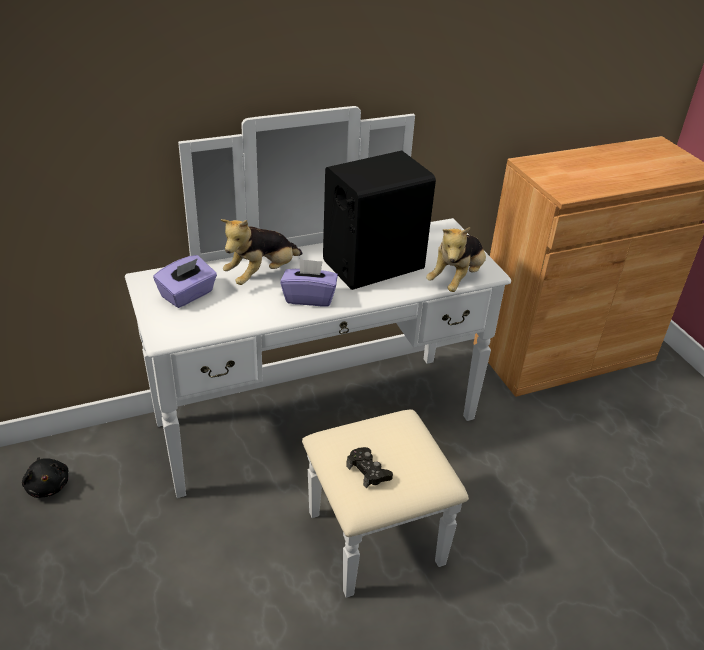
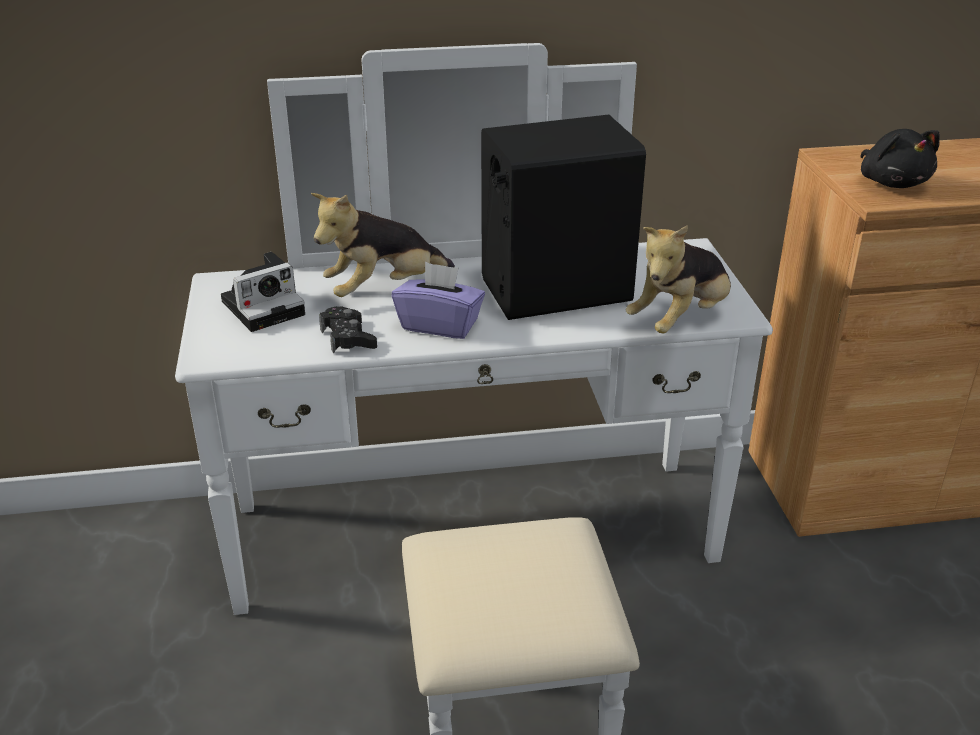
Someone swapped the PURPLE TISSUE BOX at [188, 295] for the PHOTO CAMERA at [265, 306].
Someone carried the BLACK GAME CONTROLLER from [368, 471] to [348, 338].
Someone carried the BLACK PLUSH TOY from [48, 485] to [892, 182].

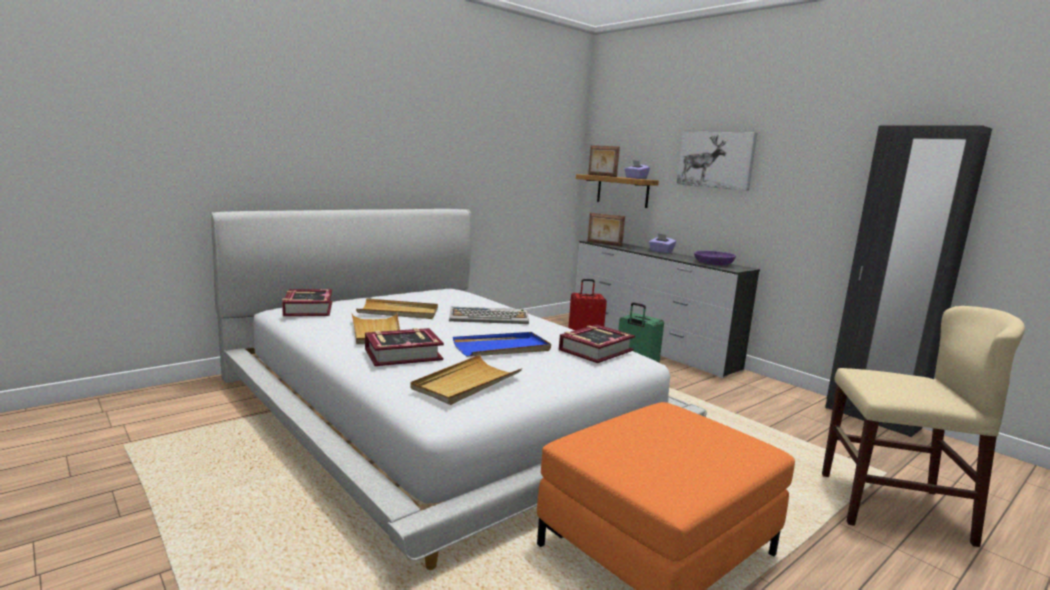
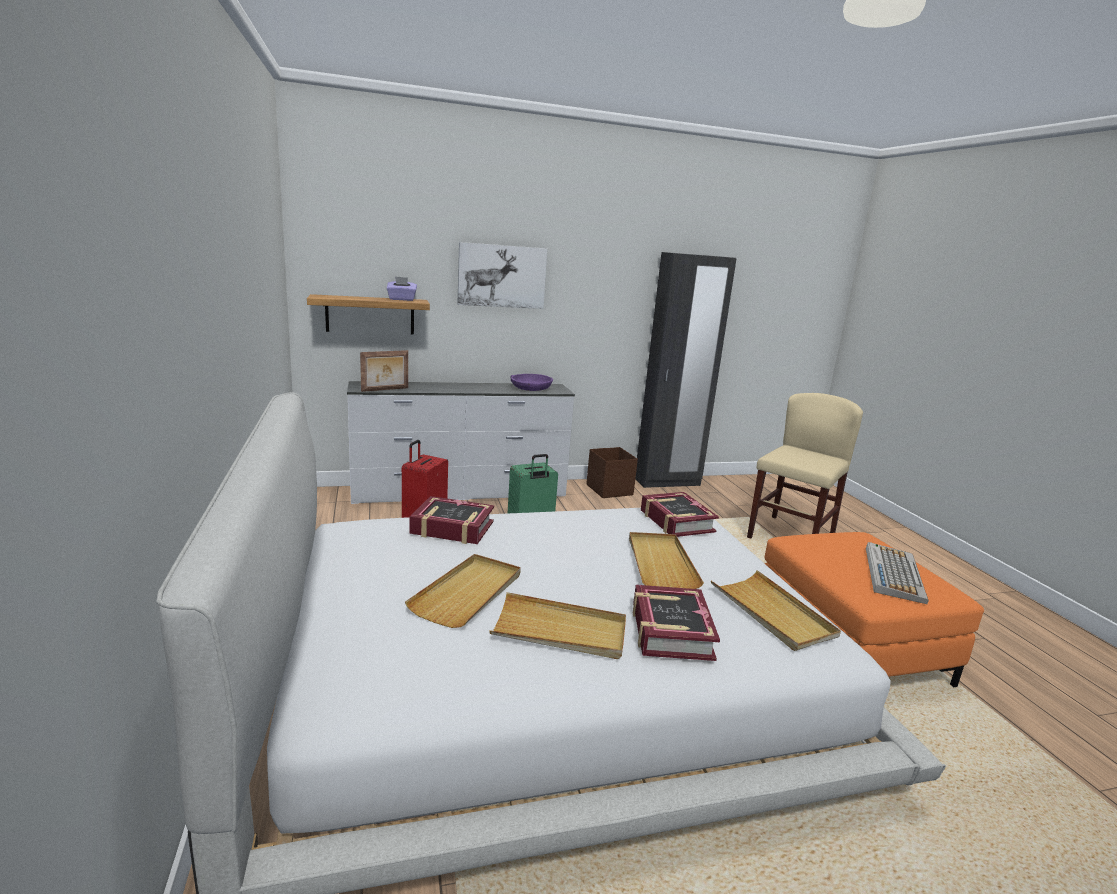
Someone carried the BOOK from [308, 309] to [452, 528].
Someone put down the BROWN STORAGE BOX at [609, 489].
Someone repainted the BLUE TRAY at [502, 348], which became the BEIGE TRAY at [660, 563].
Someone carried the KEYBOARD from [489, 317] to [893, 573].
Someone took away the PICTURE FRAME at [601, 175].
Someone took away the PURPLE TISSUE BOX at [661, 251].

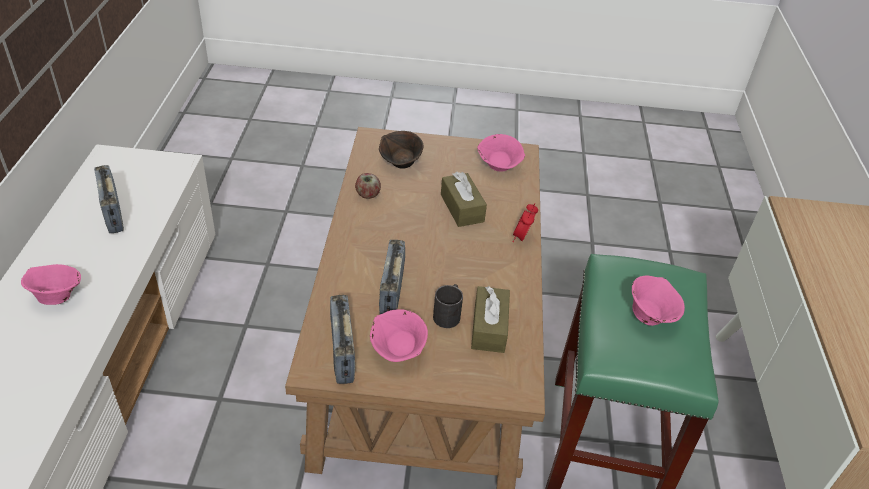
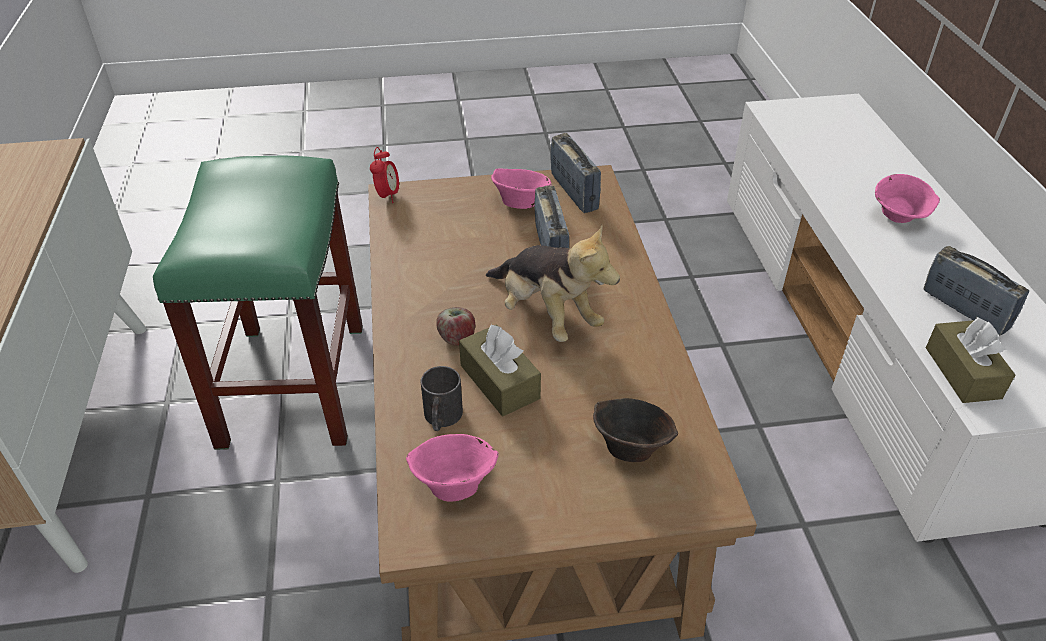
Someone carried the ALARM CLOCK from [522, 238] to [387, 196].
Someone carried the BLACK MUG from [448, 313] to [441, 418].
Someone carried the APPLE from [367, 195] to [457, 338].
Someone put down the PLUSH TOY at [546, 315].
Someone carried the BROWN TISSUE BOX from [489, 328] to [962, 373].
Someone took away the PINK BOWL at [650, 316].

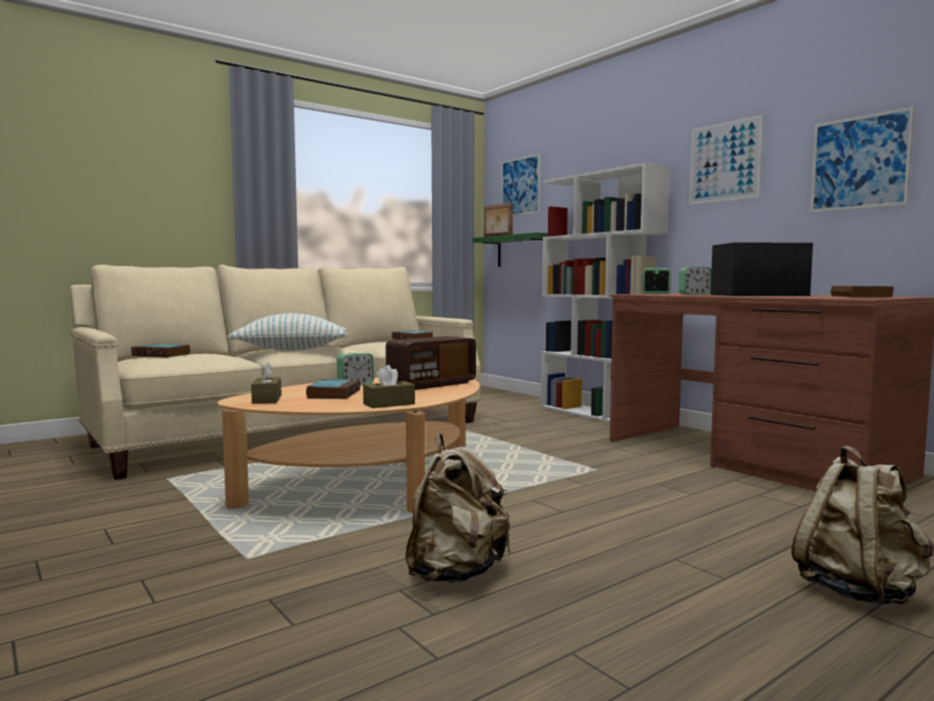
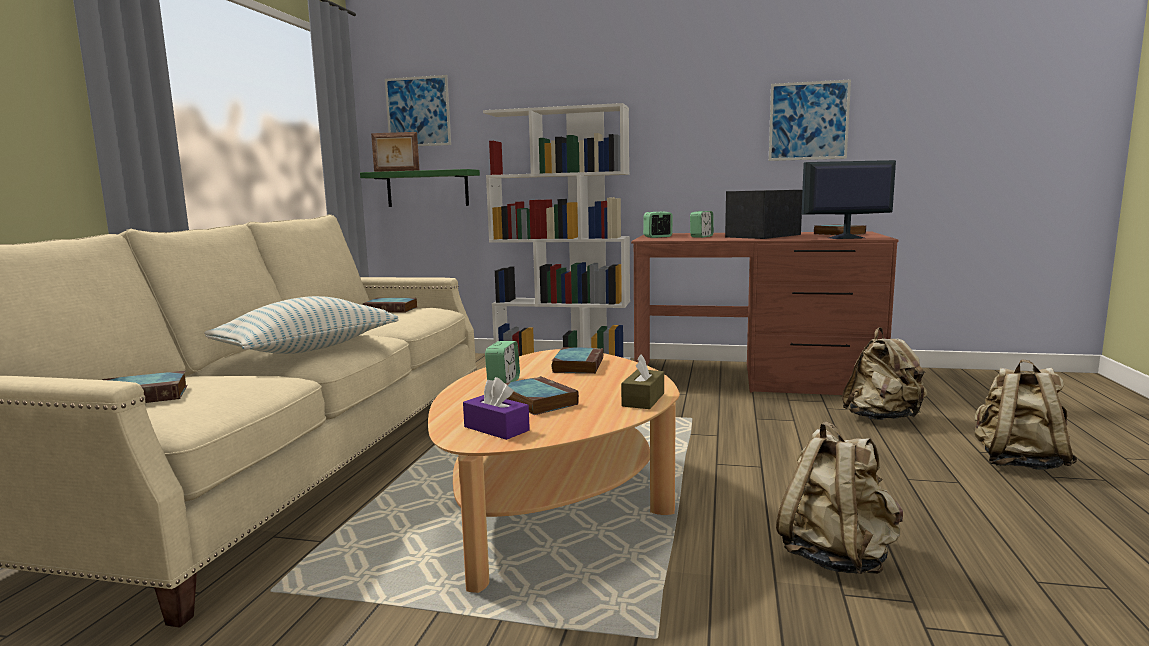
Someone repainted the BROWN TISSUE BOX at [267, 399], which became the PURPLE TISSUE BOX at [496, 428].
Someone swapped the RADIO at [431, 384] for the BOOK at [578, 365].
Someone put down the MONITOR at [845, 238].
Someone put down the BEIGE BACKPACK at [882, 418].
Someone took away the PICTURE at [724, 162].

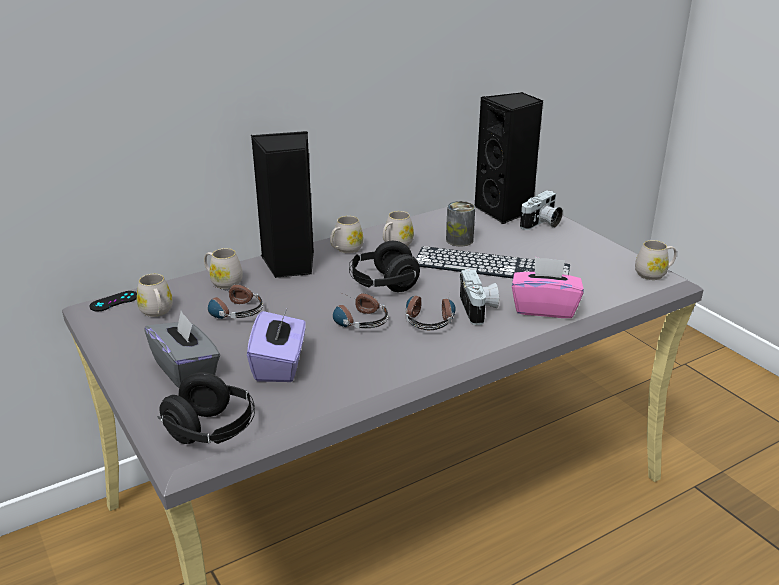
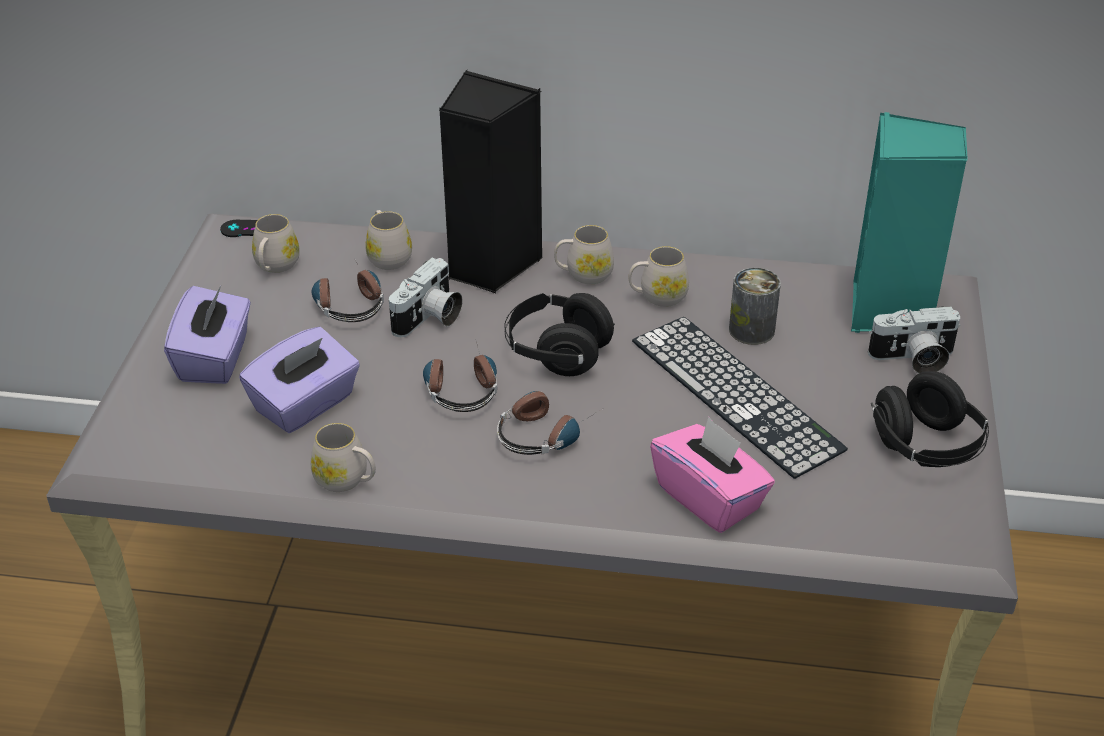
Someone repainted the GREY TISSUE BOX at [186, 369], which became the PURPLE TISSUE BOX at [215, 359].
Someone carried the WHITE MUG from [654, 274] to [346, 480].
Someone carried the PHOTO CAMERA from [479, 309] to [429, 319].
Someone repainted the BLACK SPEAKER at [505, 211], which became the TURQUOISE SPEAKER at [890, 312].
Someone carried the BLACK HEADPHONES from [212, 431] to [925, 447].

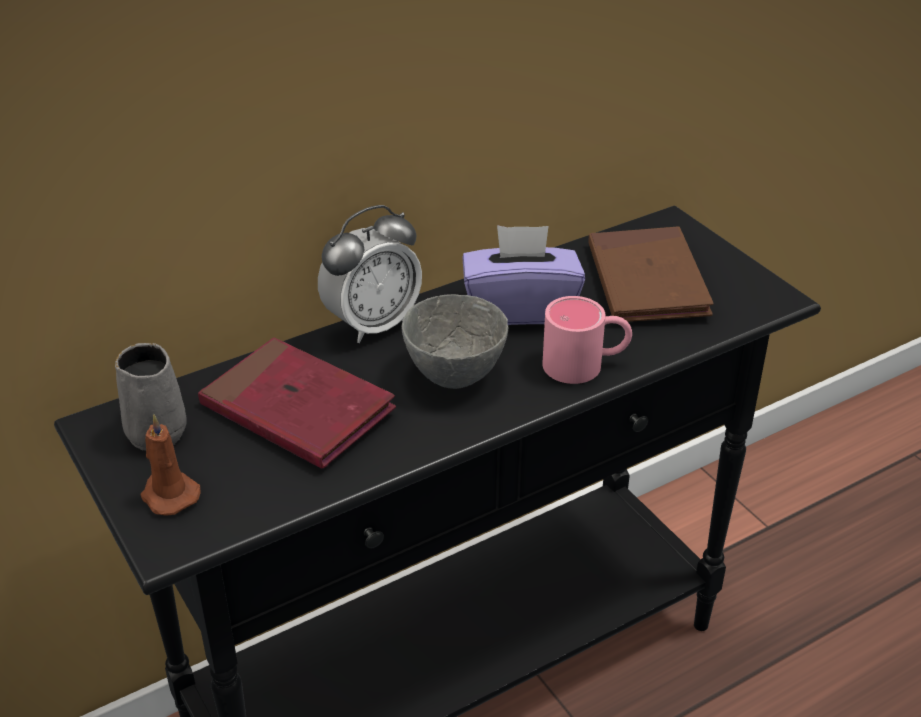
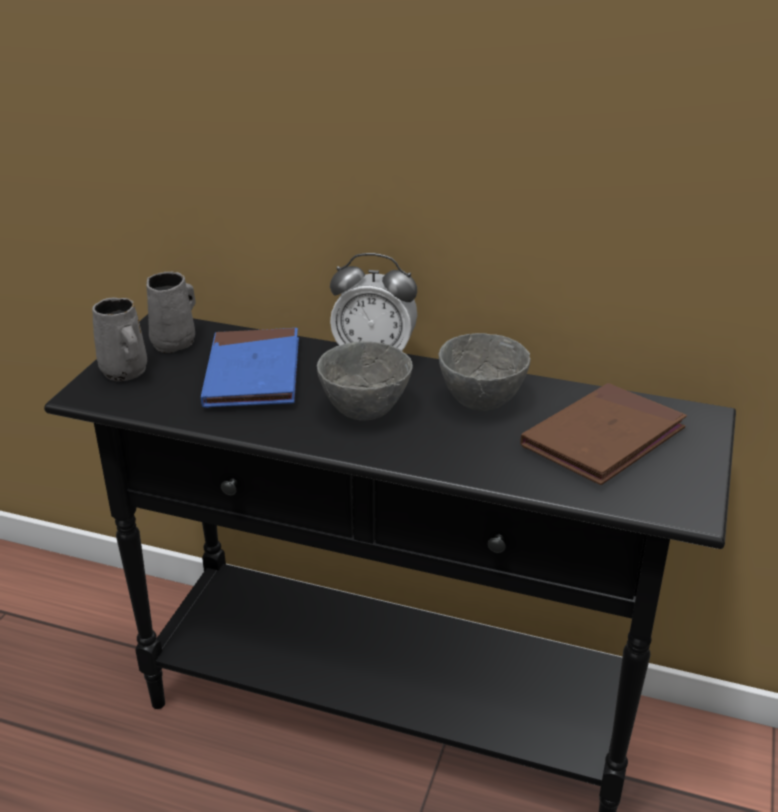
Someone swapped the BROWN CANDLE at [168, 494] for the GREY MUG at [125, 373].
Someone repainted the RED BOOK at [297, 409], which became the BLUE BOOK at [253, 374].
Someone swapped the PURPLE TISSUE BOX at [520, 308] for the GREY BOWL at [479, 402].
Someone took away the PINK MUG at [586, 364].

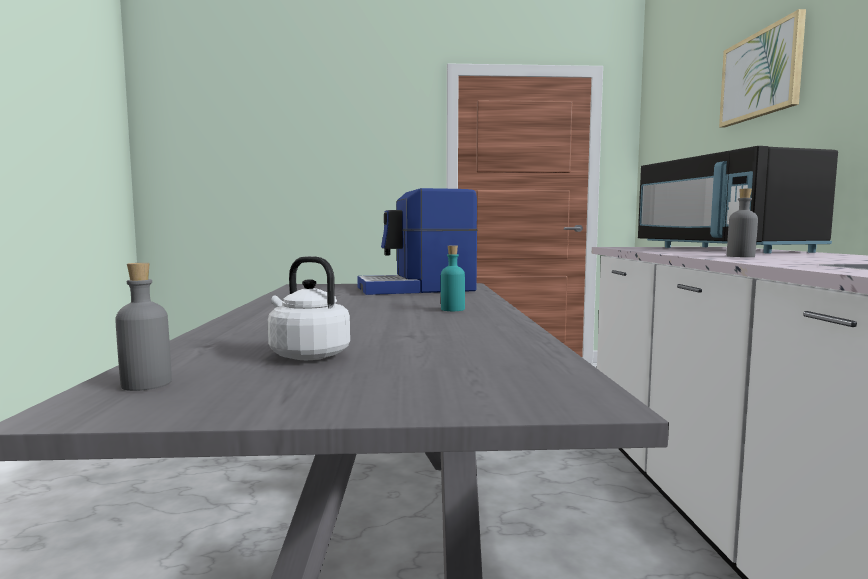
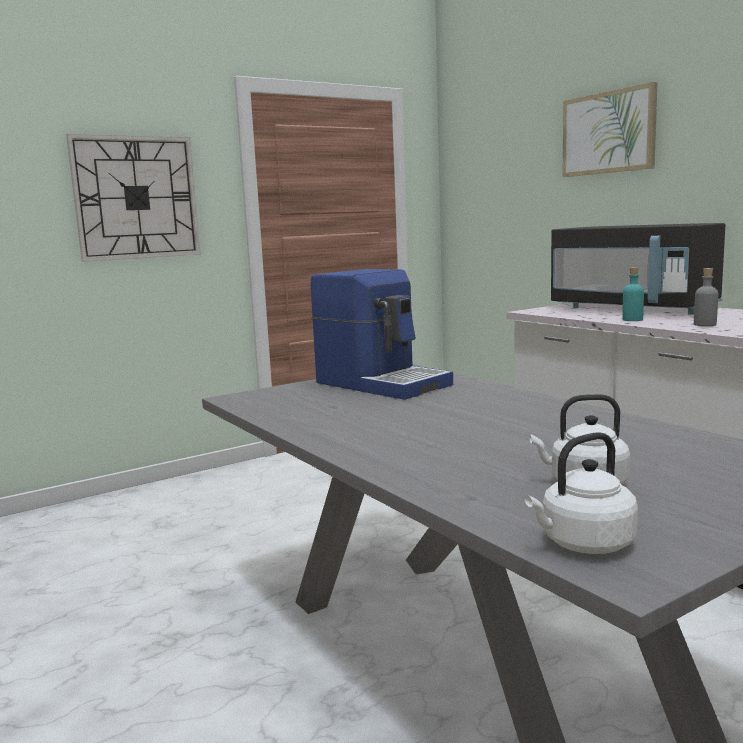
Someone put up the WALL CLOCK at [136, 198].
Someone rotated the COFFEE MACHINE at [417, 289] by 90 degrees counterclockwise.
Someone swapped the GREY BOTTLE at [146, 384] for the WHITE KETTLE at [583, 544].
Someone carried the TURQUOISE BOTTLE from [452, 309] to [632, 320].

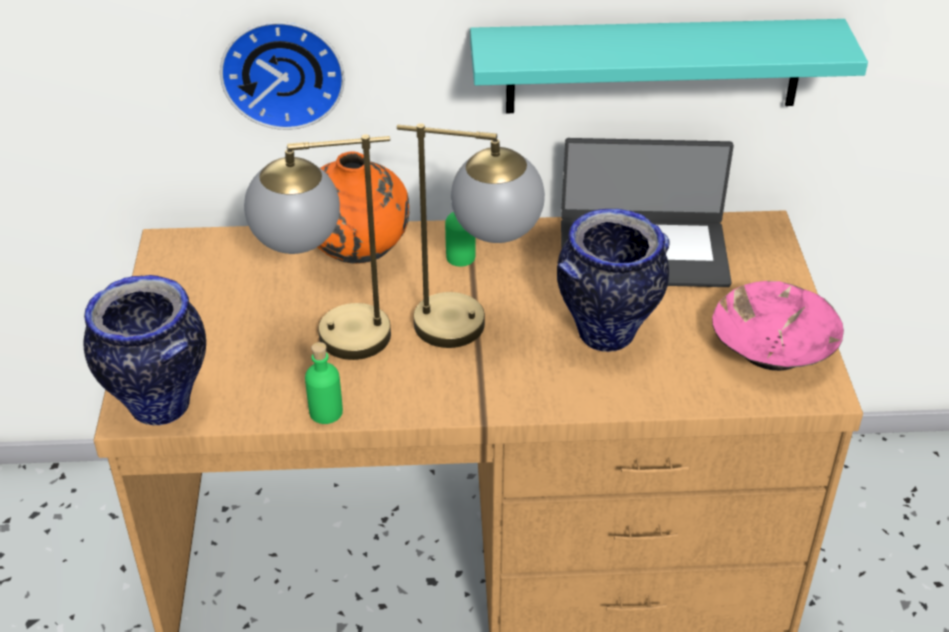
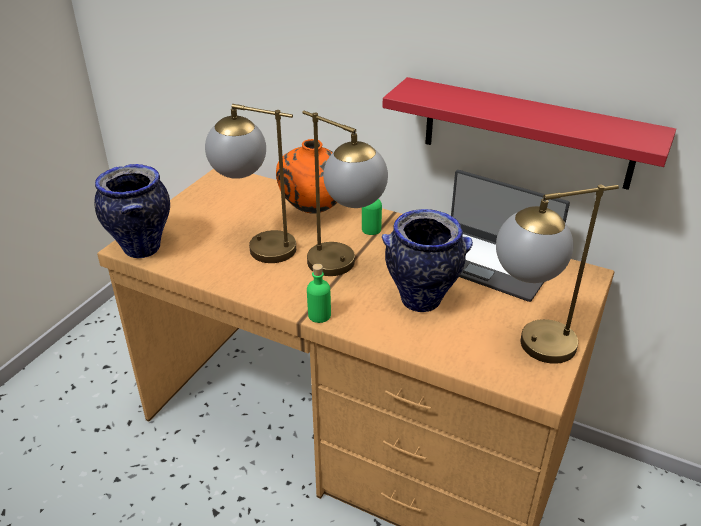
Someone carried the GREEN BOTTLE from [326, 412] to [319, 315].
Someone repainted the TURQUOISE SHELF at [654, 66], which became the RED SHELF at [527, 133].
Someone swapped the PINK BOWL at [772, 347] for the TABLE LAMP at [529, 348].
Someone took away the WALL CLOCK at [283, 71].

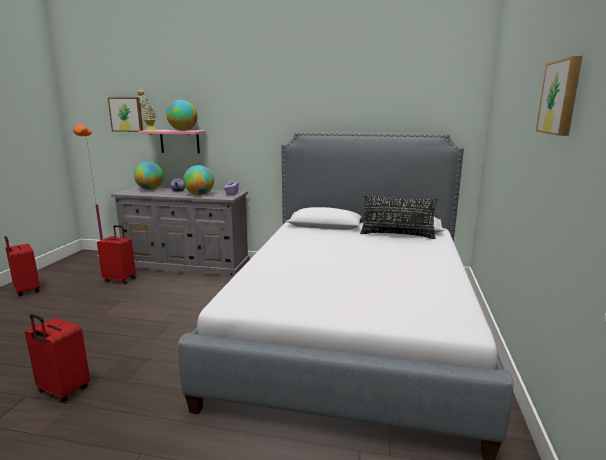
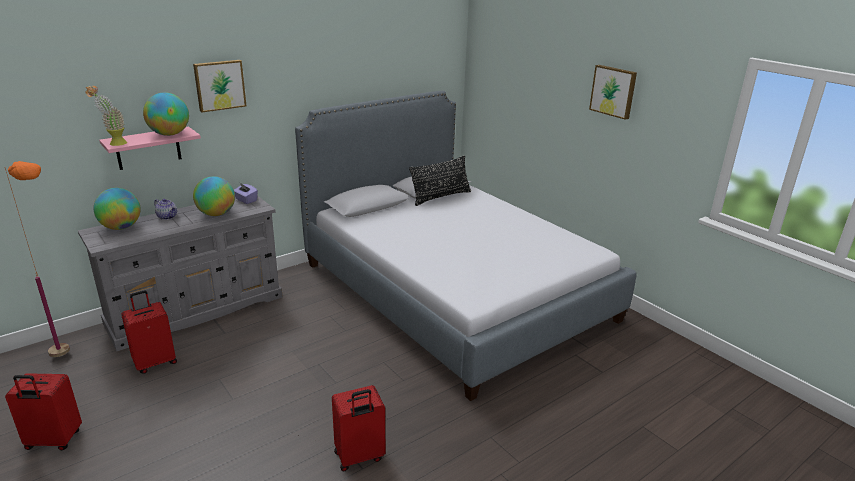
Someone carried the PICTURE from [126, 114] to [219, 85].

